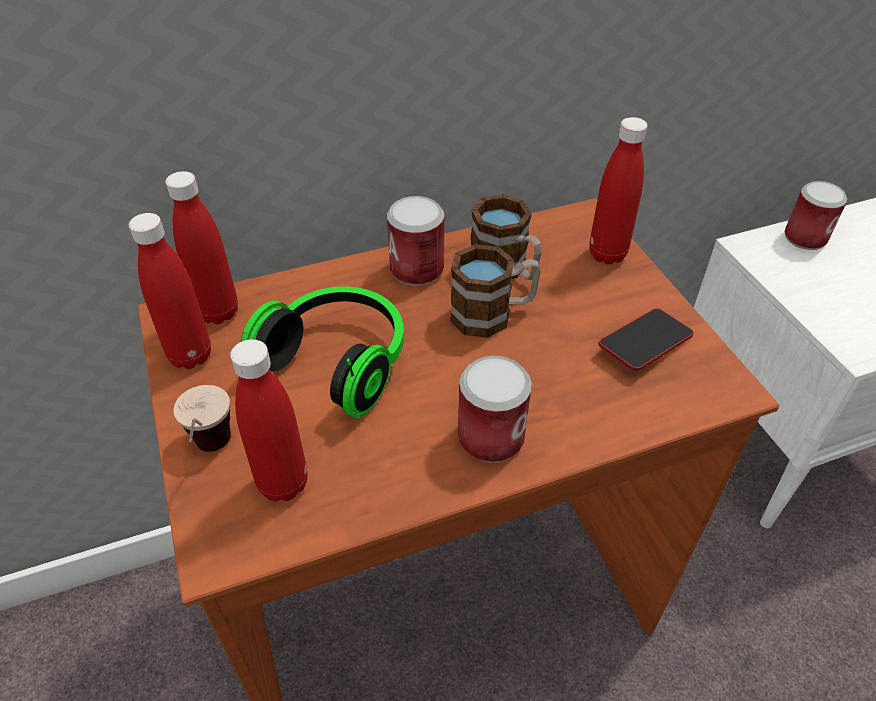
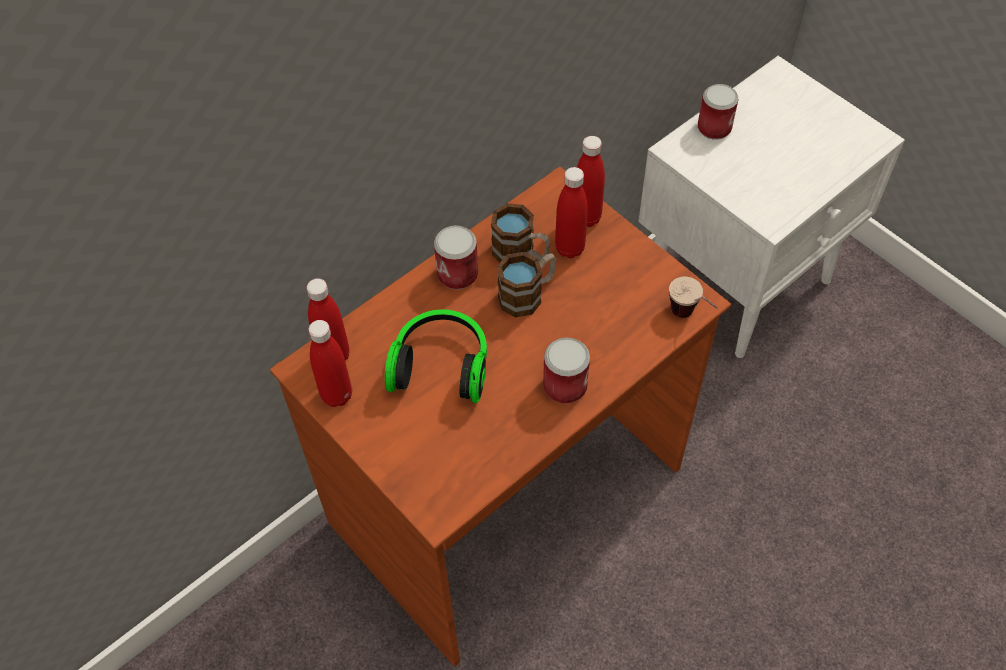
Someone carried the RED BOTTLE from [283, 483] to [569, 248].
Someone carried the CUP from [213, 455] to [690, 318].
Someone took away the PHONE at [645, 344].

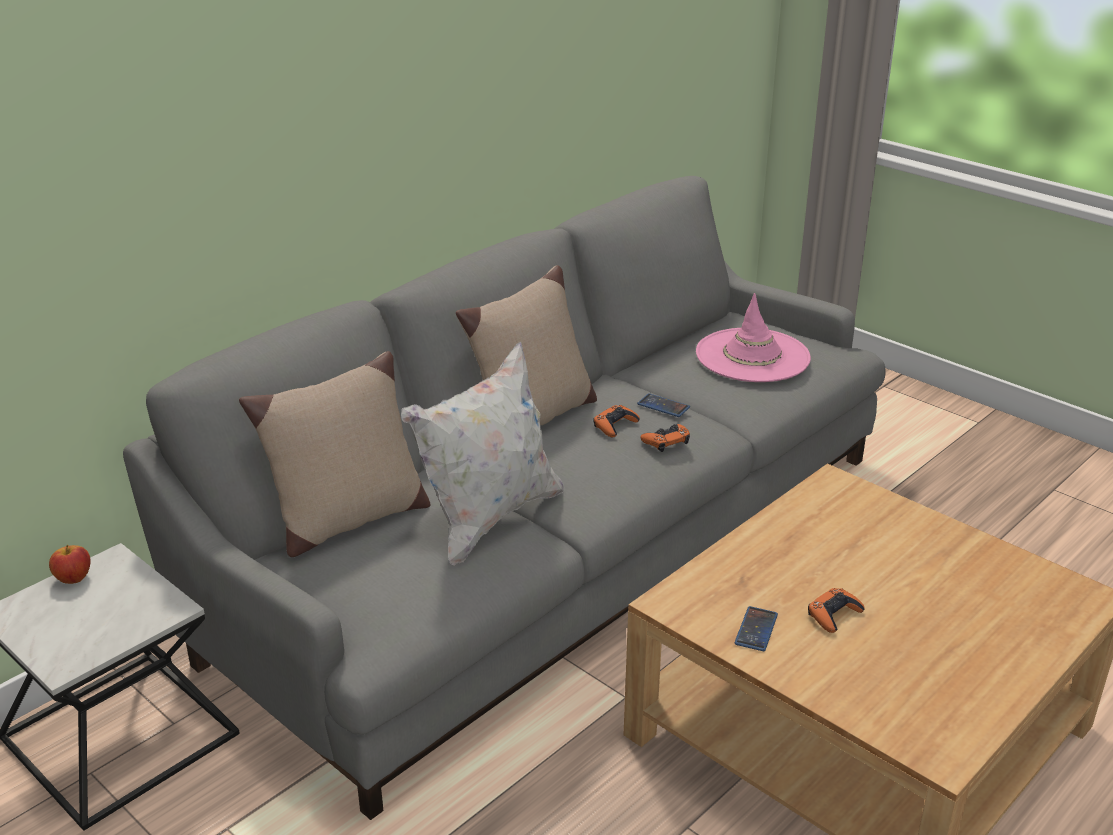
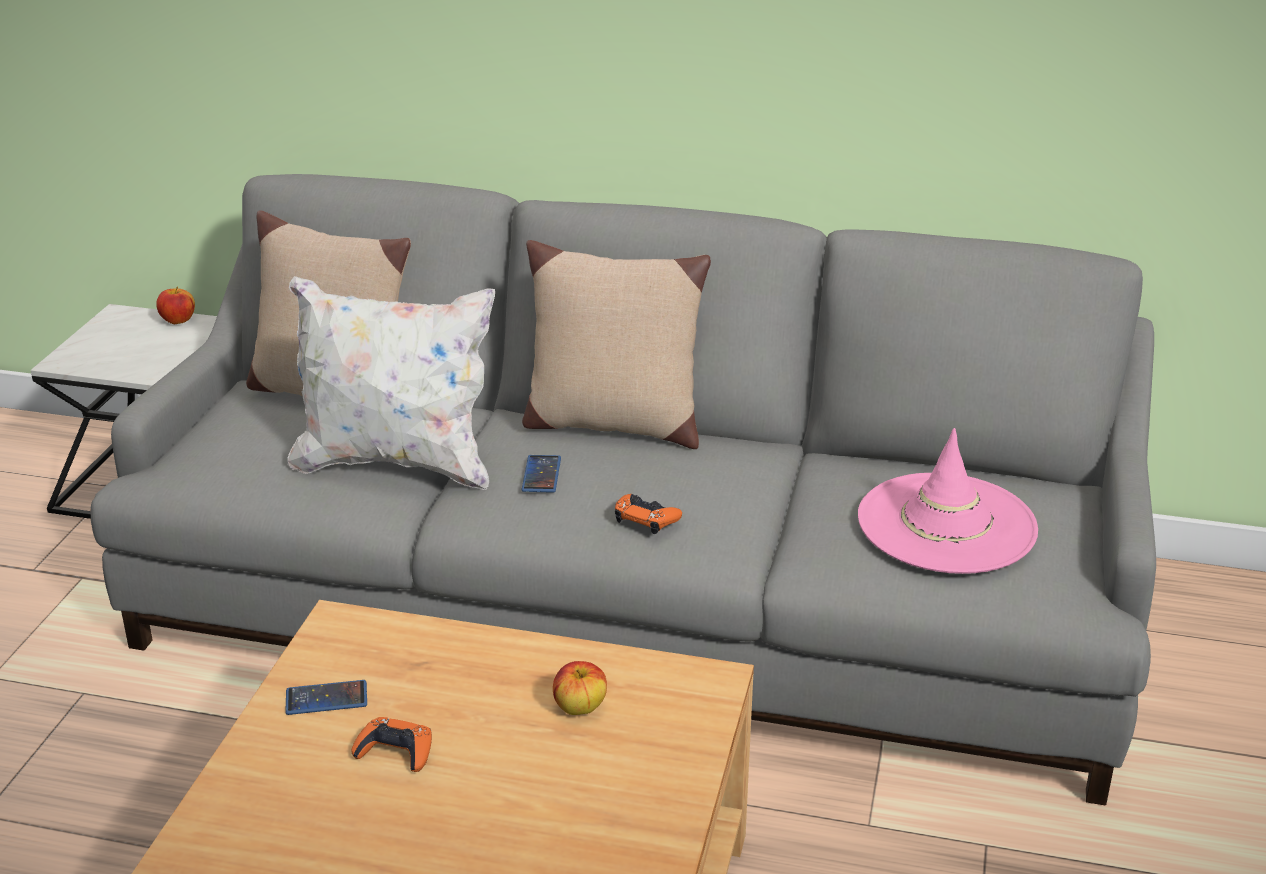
Someone carried the PHONE from [663, 406] to [541, 475].
Someone put down the APPLE at [580, 707].
Someone took away the ORANGE GAME CONTROLLER at [615, 425].

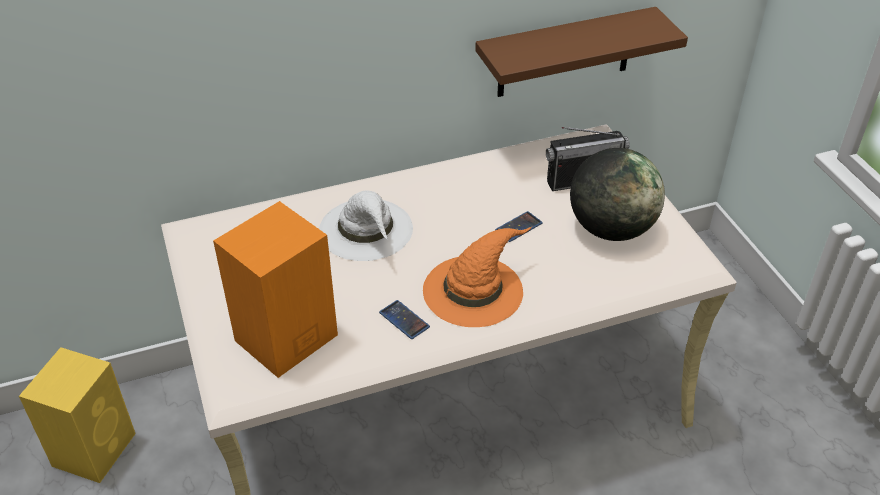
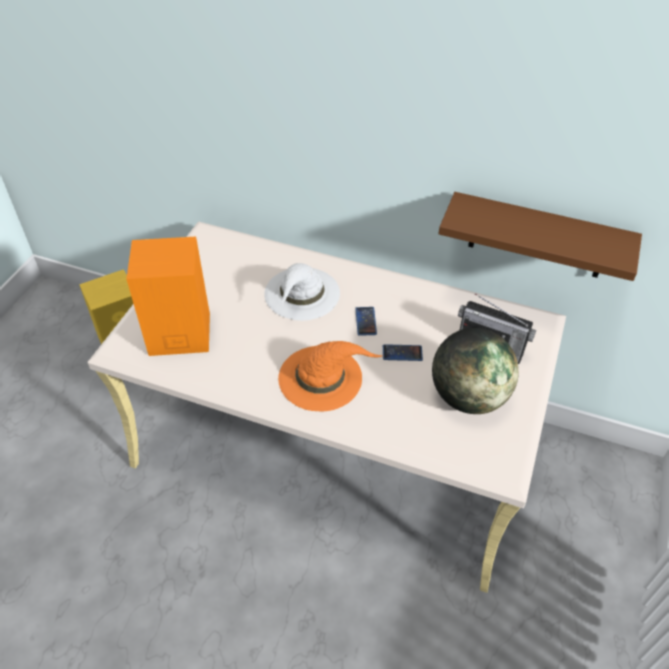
Someone carried the PHONE from [404, 320] to [366, 321].

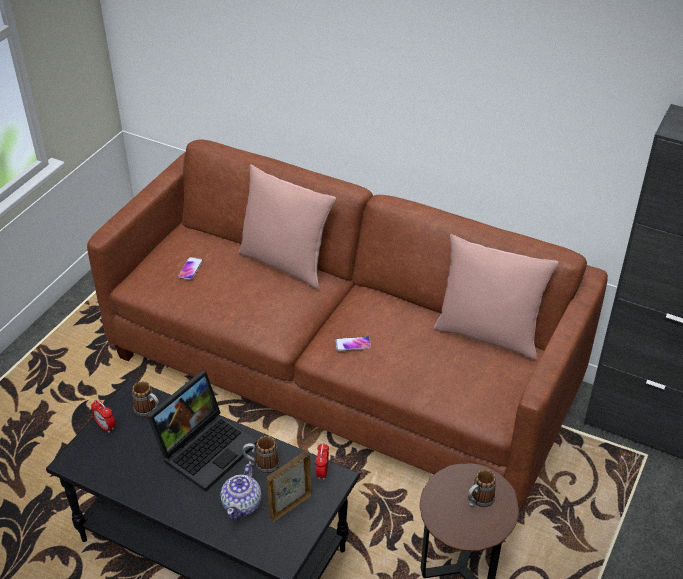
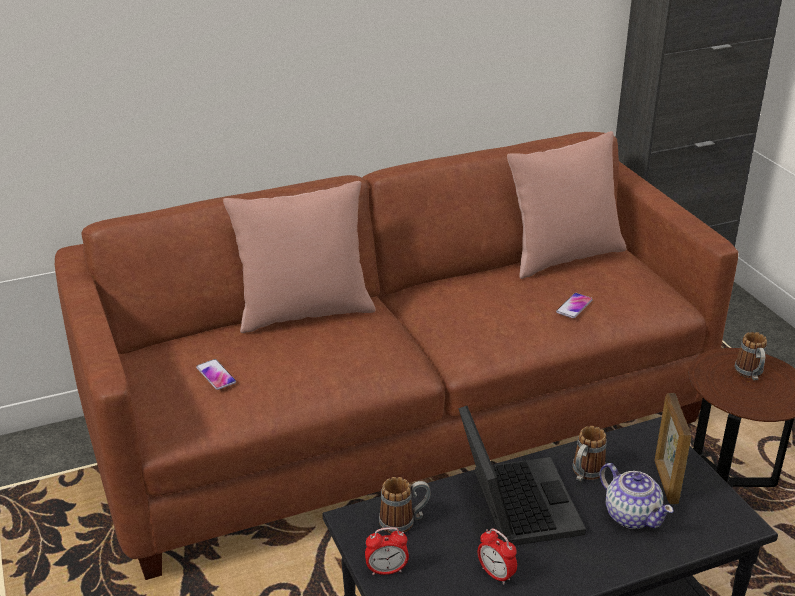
Someone carried the ALARM CLOCK from [322, 472] to [496, 574].
Someone carried the PHONE from [353, 344] to [574, 306].

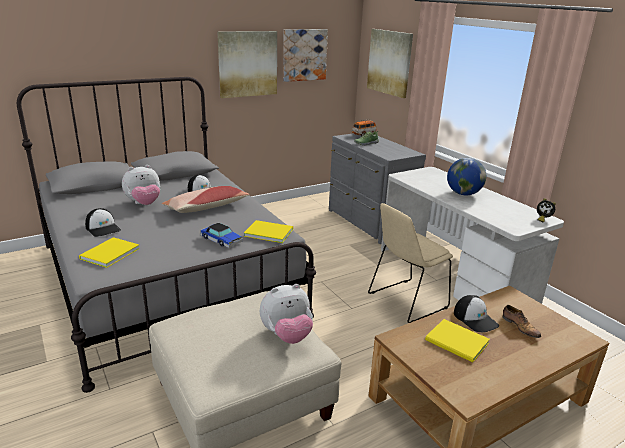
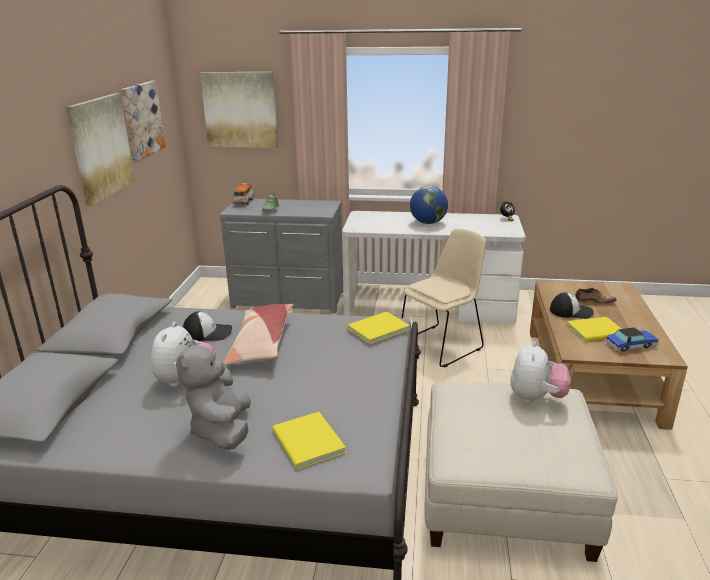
Someone swapped the CAP at [103, 228] for the GREY PLUSH TOY at [222, 430].
Someone rotated the BEIGE CHAIR at [406, 301] by 135 degrees counterclockwise.
Someone carried the TOY CAR from [221, 240] to [630, 345].

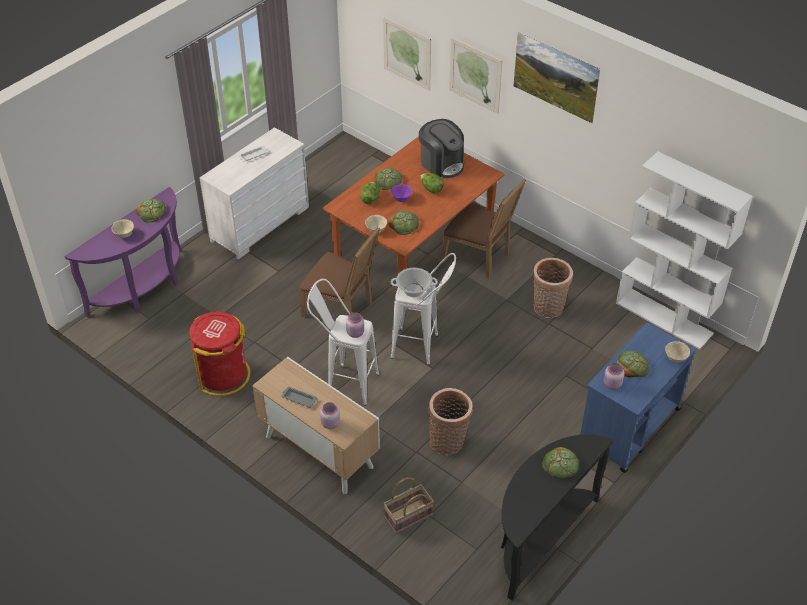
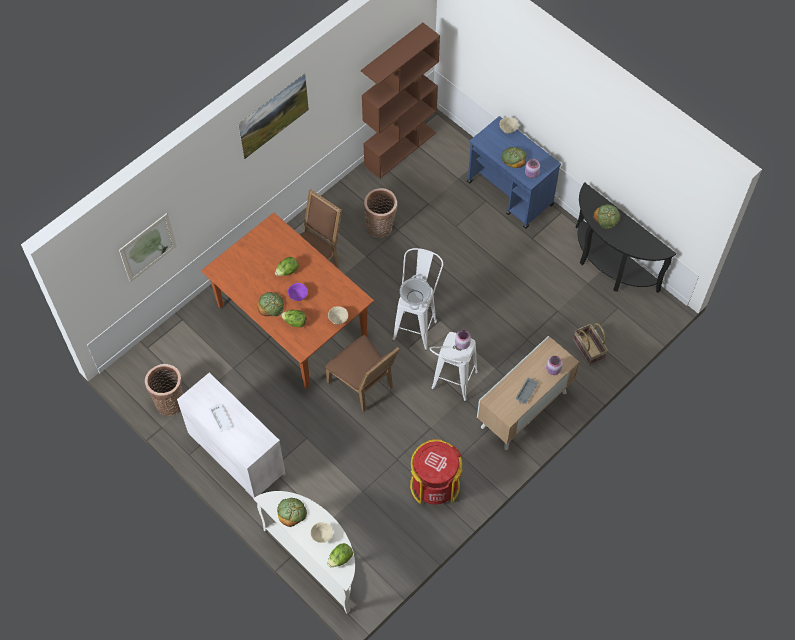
Someone carried the BASKET from [448, 442] to [170, 401].
Someone repainted the PURPLE CONSOLE TABLE at [144, 289], which became the WHITE CONSOLE TABLE at [317, 560].
Someone rotated the BROWN CHAIR at [341, 309] by 105 degrees clockwise.
Someone put down the LETTUCE at [340, 559].
Someone repainted the WHITE BOOKCASE at [664, 318], which became the BROWN BOOKCASE at [400, 148].
Someone took away the BREAD at [404, 224].
Someone took away the COFFEE MACHINE at [441, 164].
Someone took away the PICTURE at [475, 75].

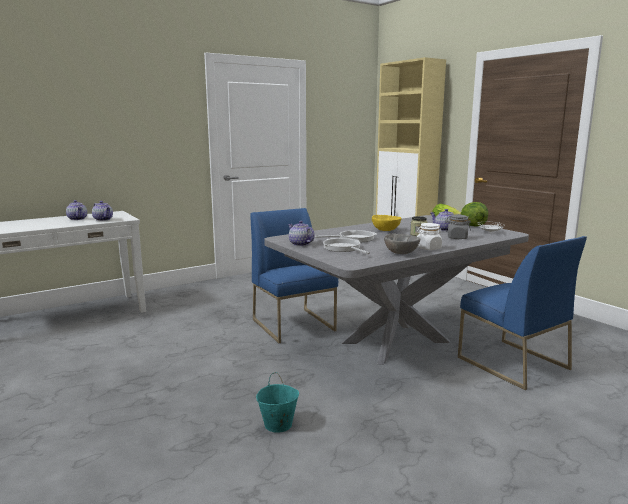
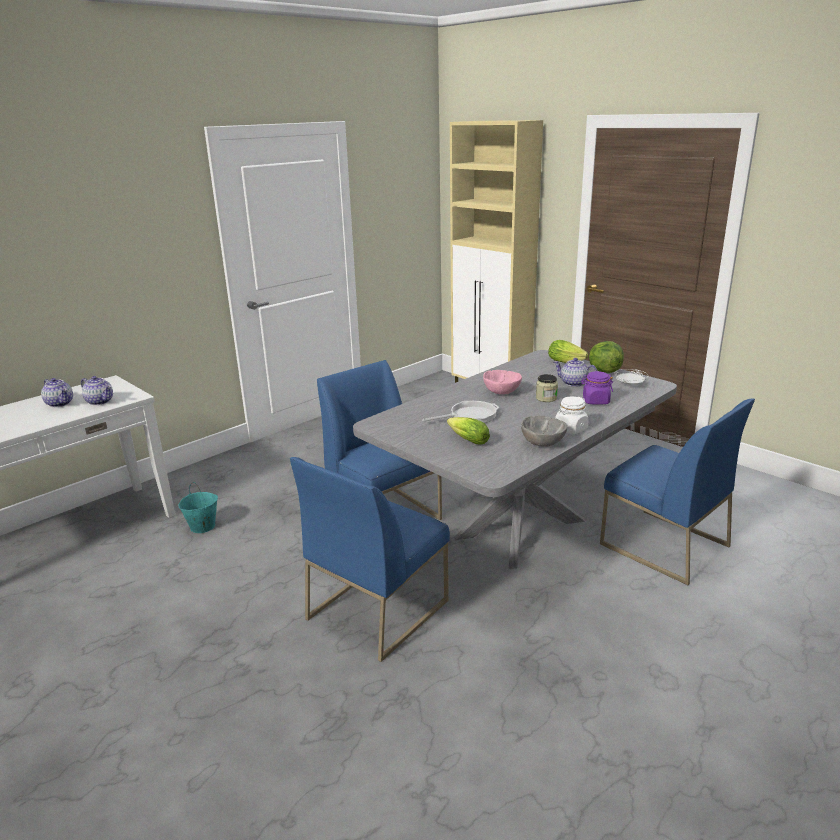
Someone carried the TURQUOISE BUCKET from [278, 425] to [202, 527].
Someone put down the BLUE CHAIR at [377, 608].
Someone swapped the FRYING PAN at [343, 248] for the LETTUCE at [466, 440].
Someone repainted the YELLOW BOWL at [385, 230], which became the PINK BOWL at [501, 392].
Someone repainted the GREY JAR at [457, 238], which became the PURPLE JAR at [595, 401].
Someone took away the TEAPOT at [300, 244].

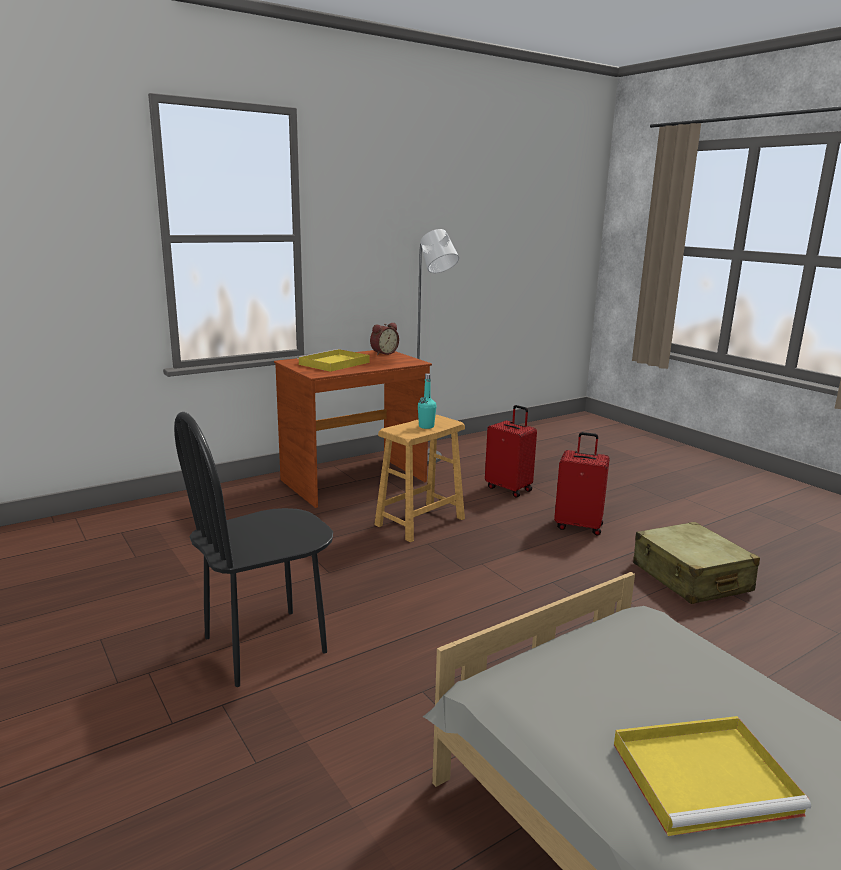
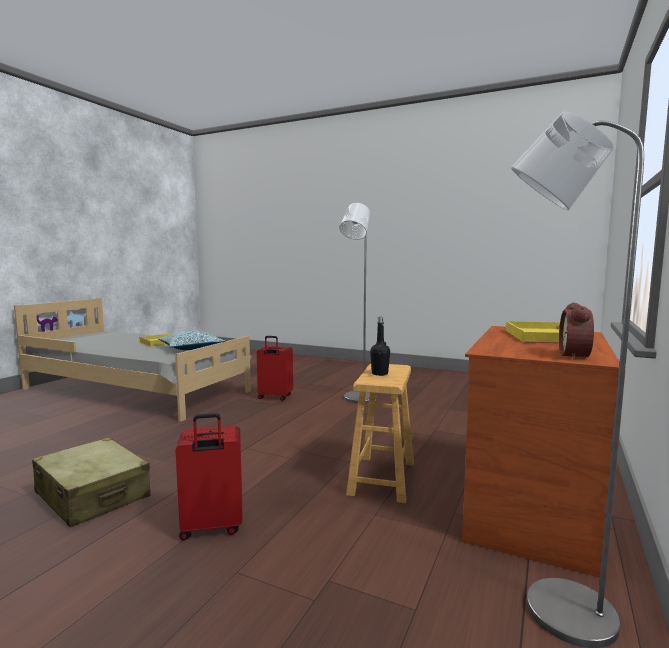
Someone put down the PILLOW at [191, 348].
Someone carried the RED SUITCASE from [509, 488] to [274, 397].
Someone swapped the BLACK CHAIR at [265, 645] for the GREY FLOOR LAMP at [357, 400].
Someone repainted the TURQUOISE BOTTLE at [426, 426], which became the BLACK BOTTLE at [379, 374].

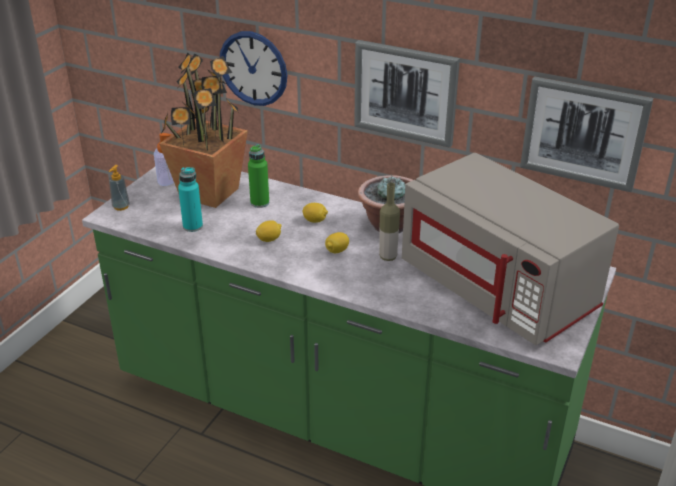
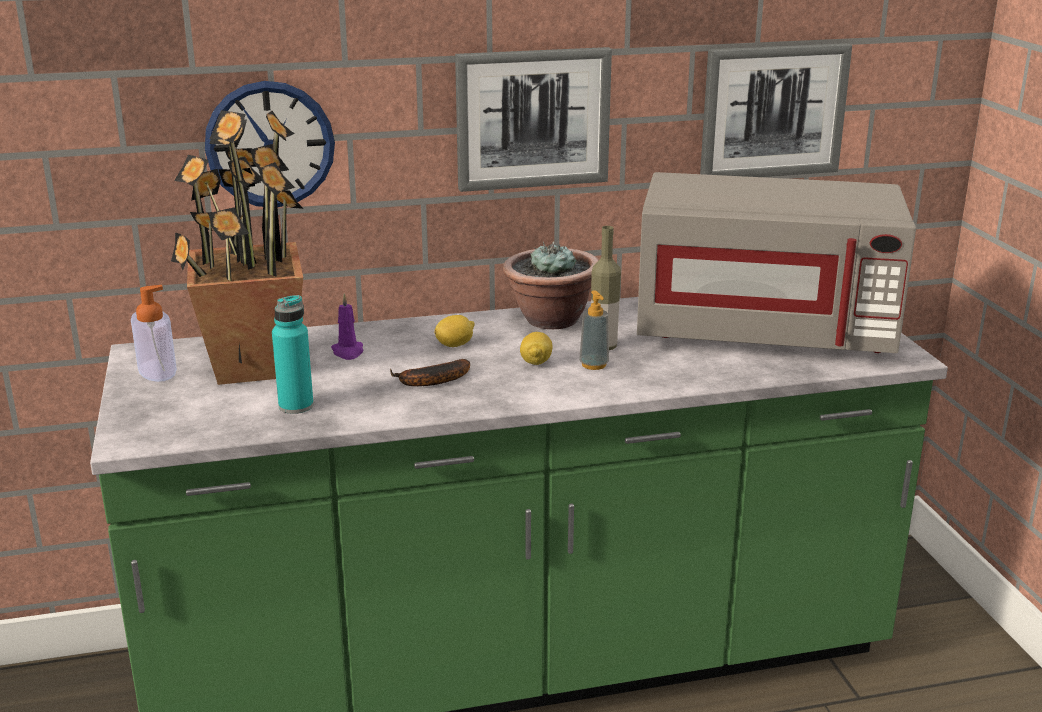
Someone swapped the GREEN BOTTLE at [260, 203] for the PURPLE CANDLE at [348, 352].
Someone swapped the LEMON at [269, 239] for the BANANA at [430, 381].
Someone carried the SOAP DISPENSER from [121, 206] to [594, 365].

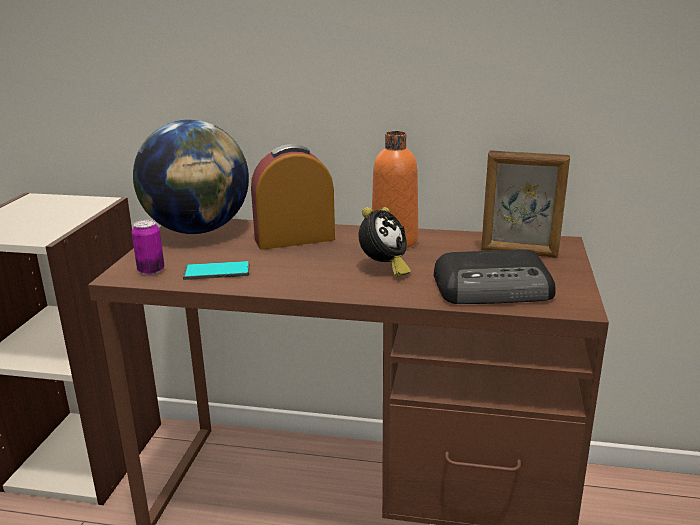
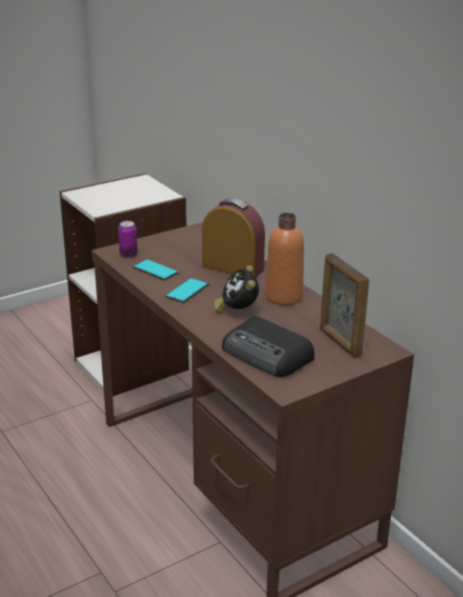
Someone put down the PHONE at [187, 291].
Someone rotated the ALARM CLOCK at [383, 269] by 90 degrees clockwise.
Someone took away the GLOBE at [197, 230].

